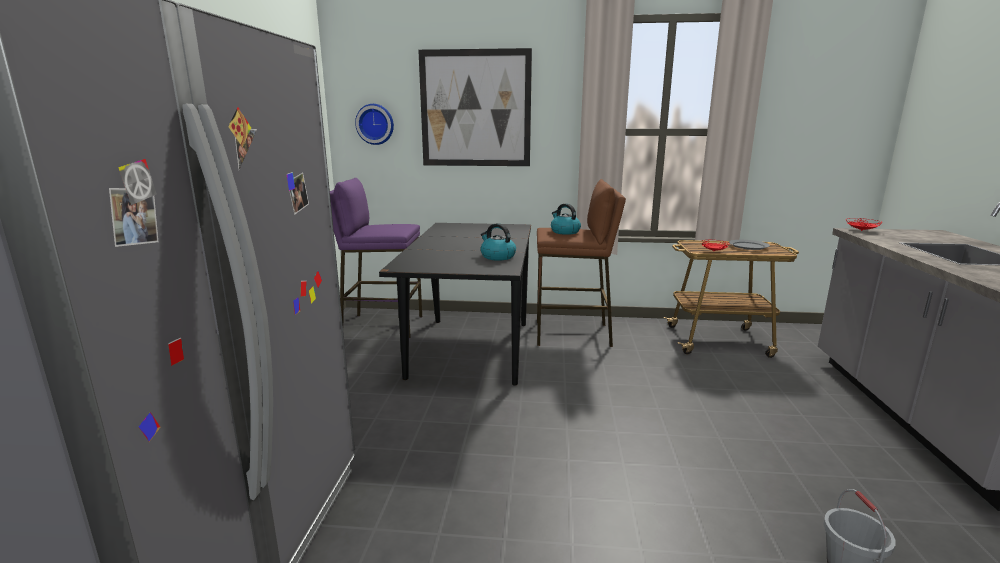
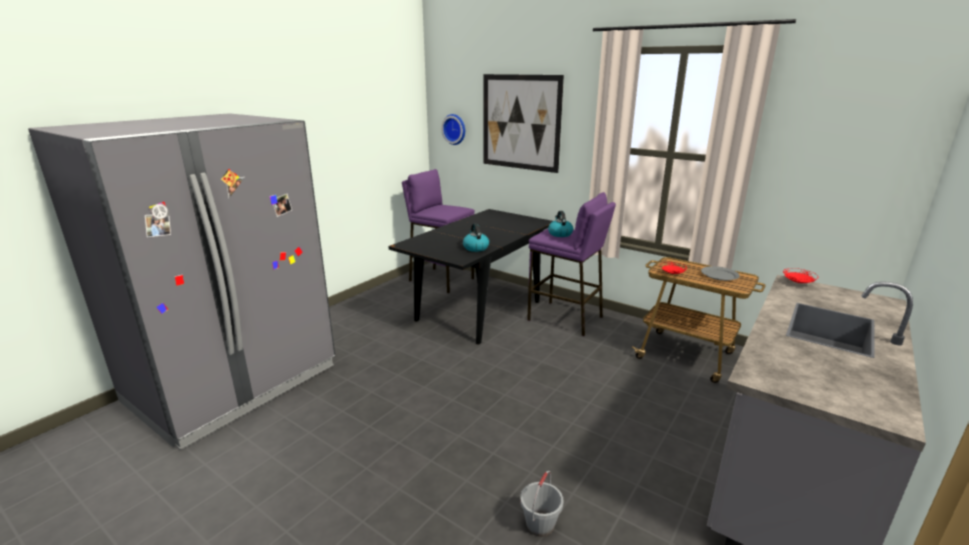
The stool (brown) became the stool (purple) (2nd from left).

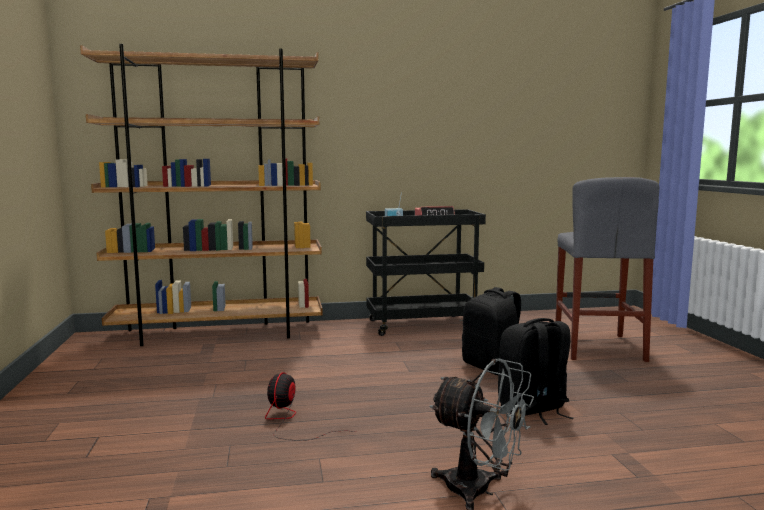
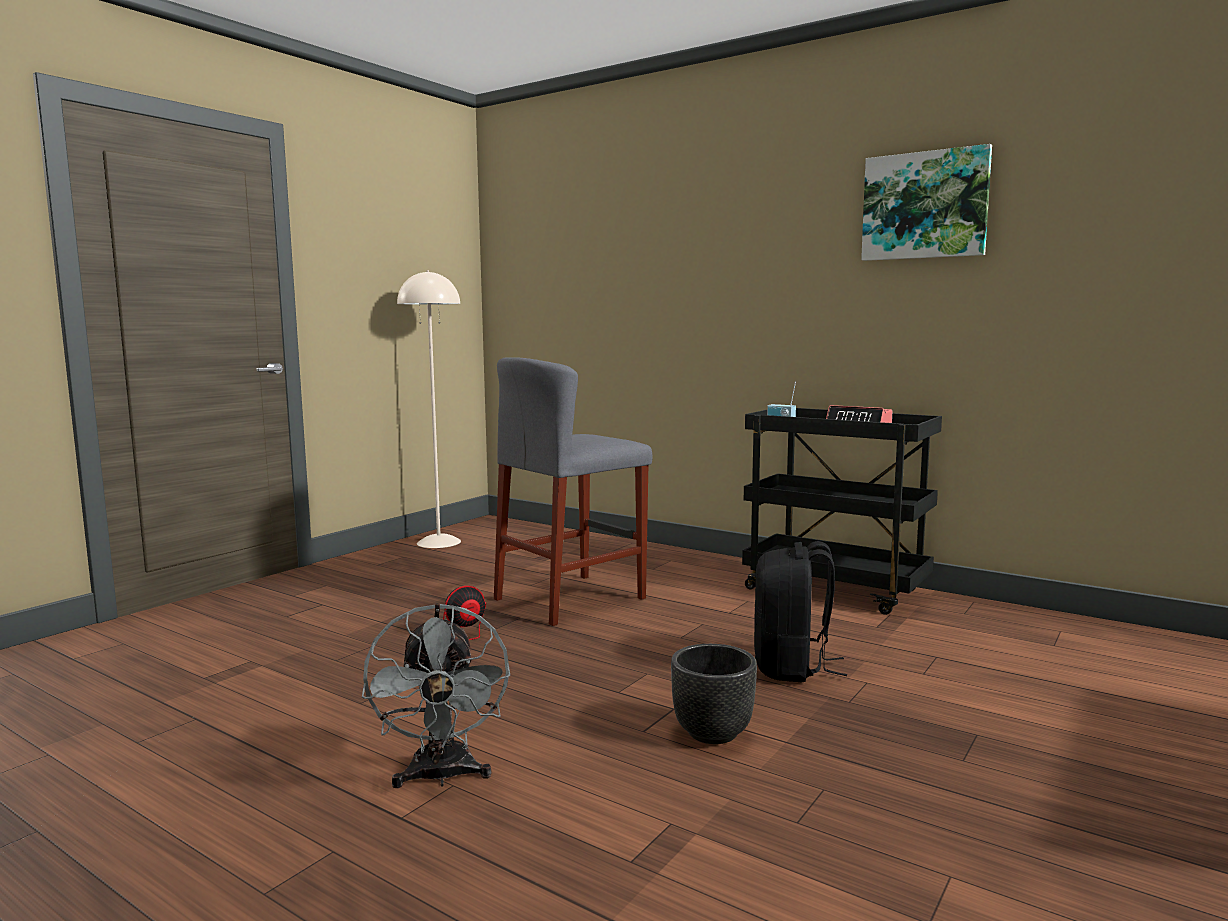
The bookcase (brown) disappeared. The backpack (black) (2nd from left) was replaced by the planter (black). The stool (grey) moved. The floor lamp (beige) appeared. The picture appeared.

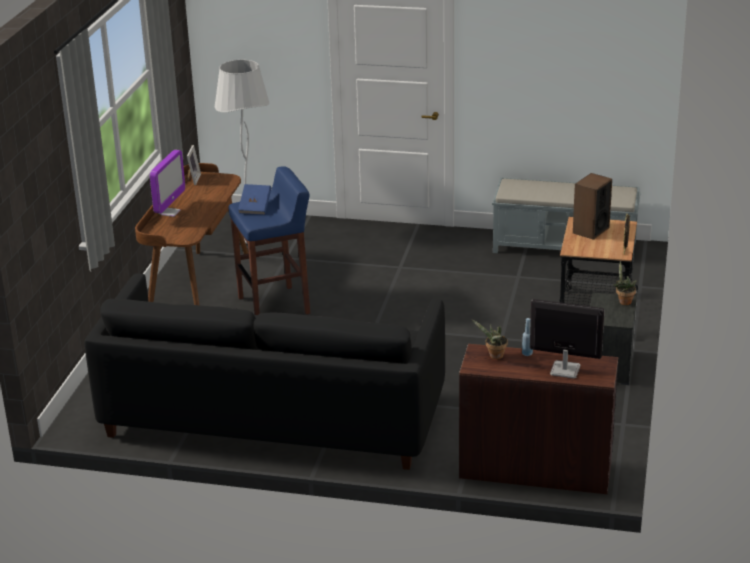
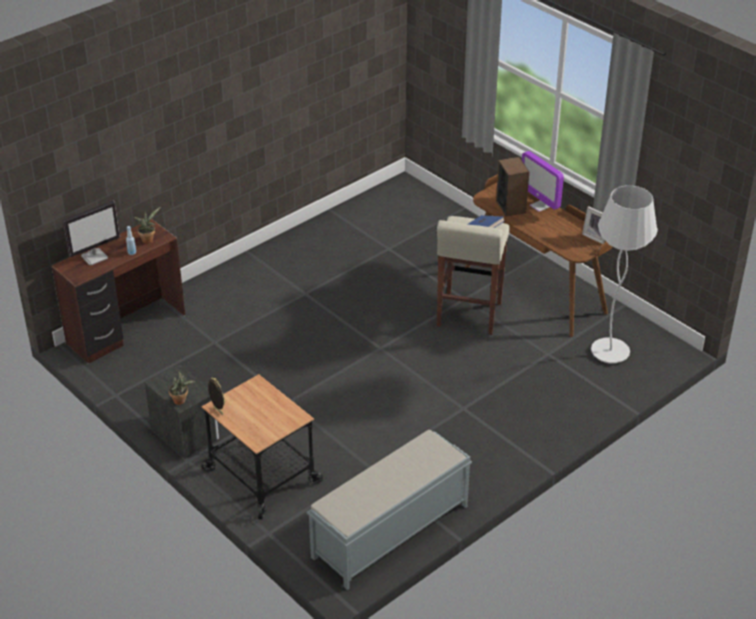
The sofa (black) disappeared. The stool (blue) became the stool (beige). The speaker moved.

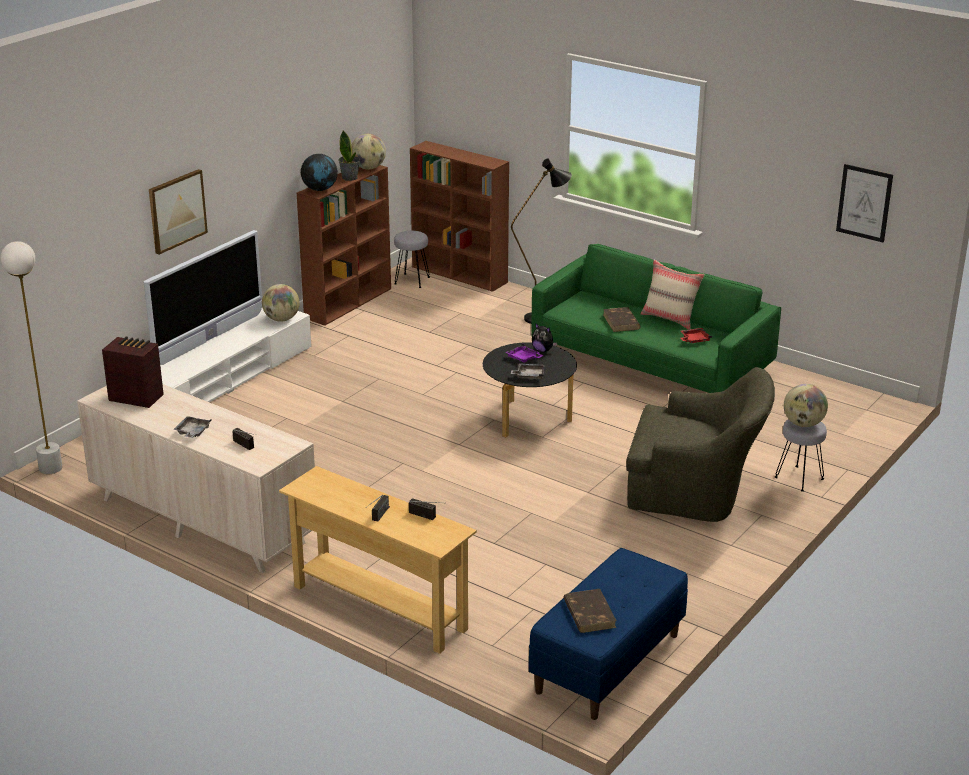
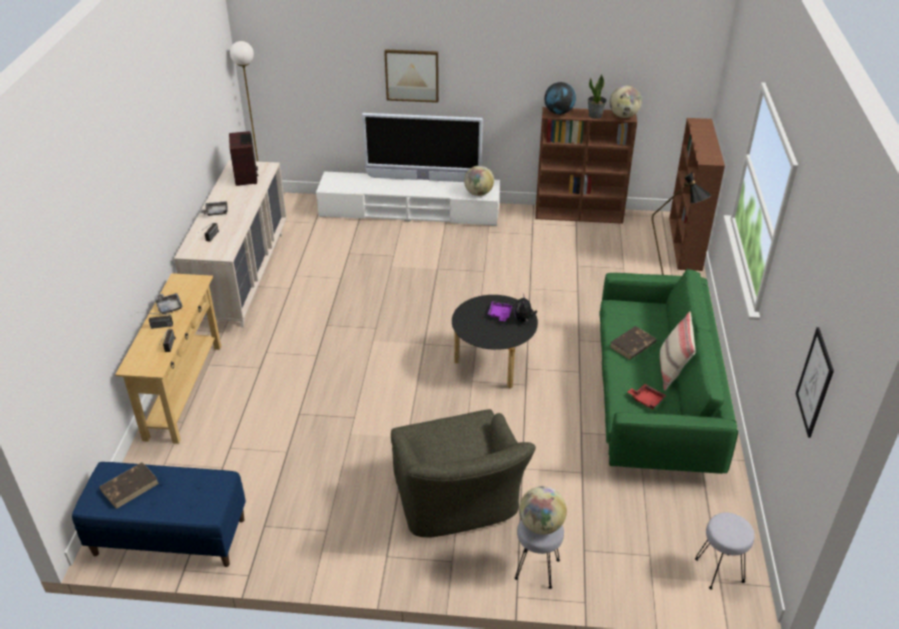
The stool (grey) (1st from left in the first image) moved. The tray (grey) (2nd from left in the first image) moved.

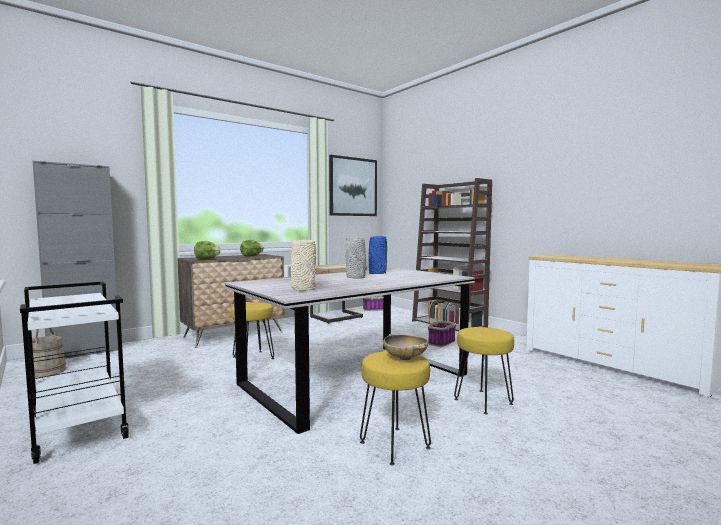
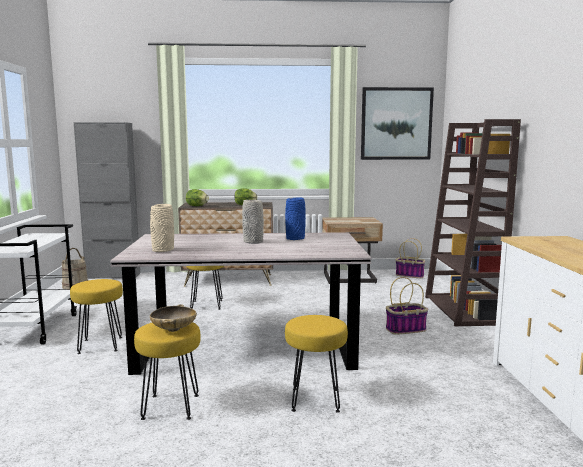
The stool (yellow) (1st from left) appeared.

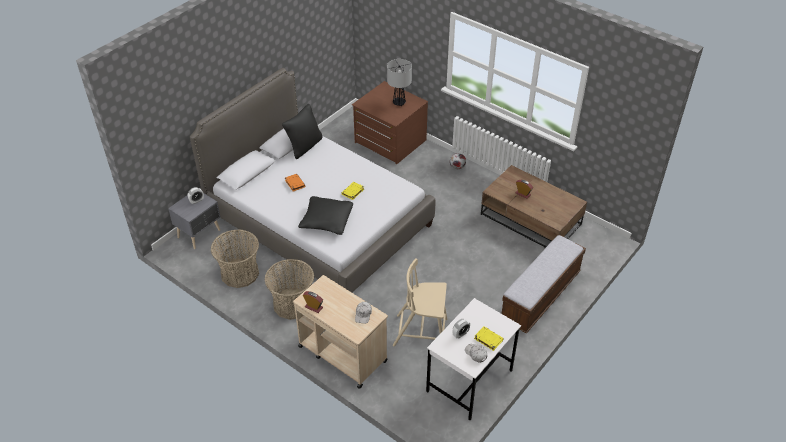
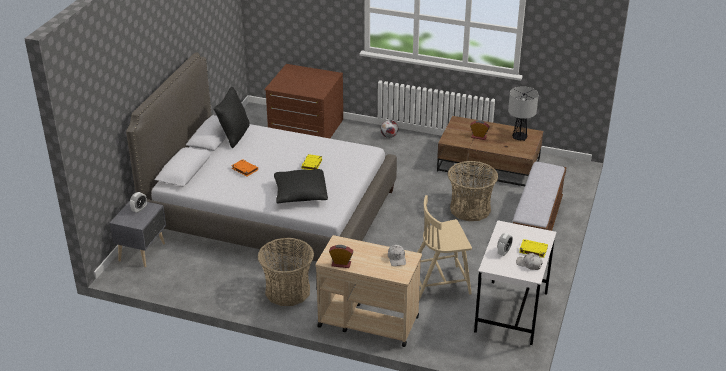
The basket (1st from left in the first image) moved. The table lamp moved.

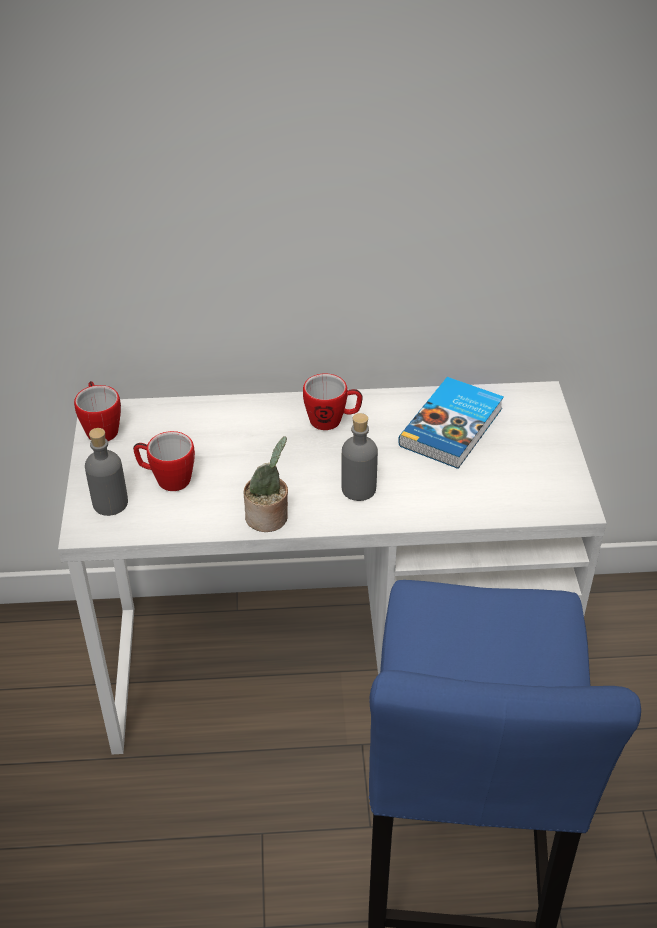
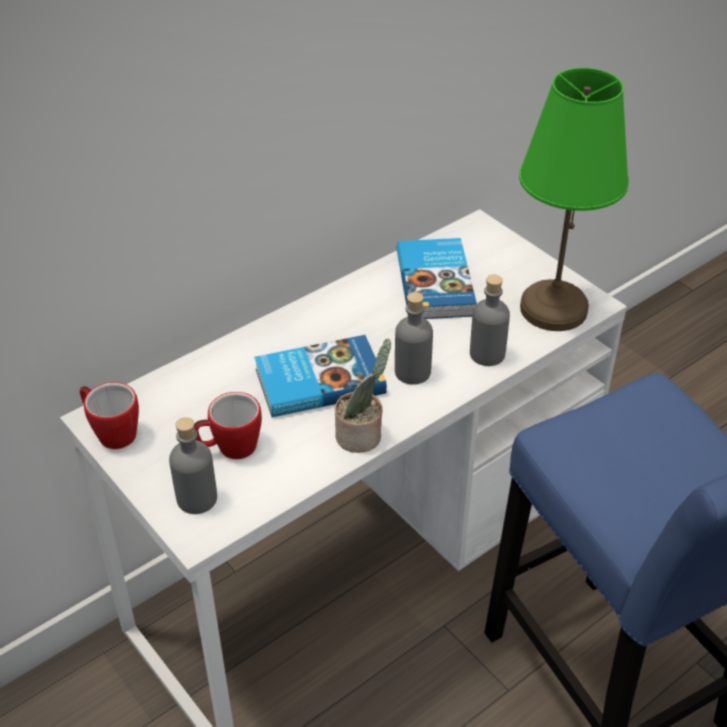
The mug (3rd from left) disappeared. The book (1st from left) appeared. The bottle (grey) (3rd from left) appeared. The table lamp (green) appeared.

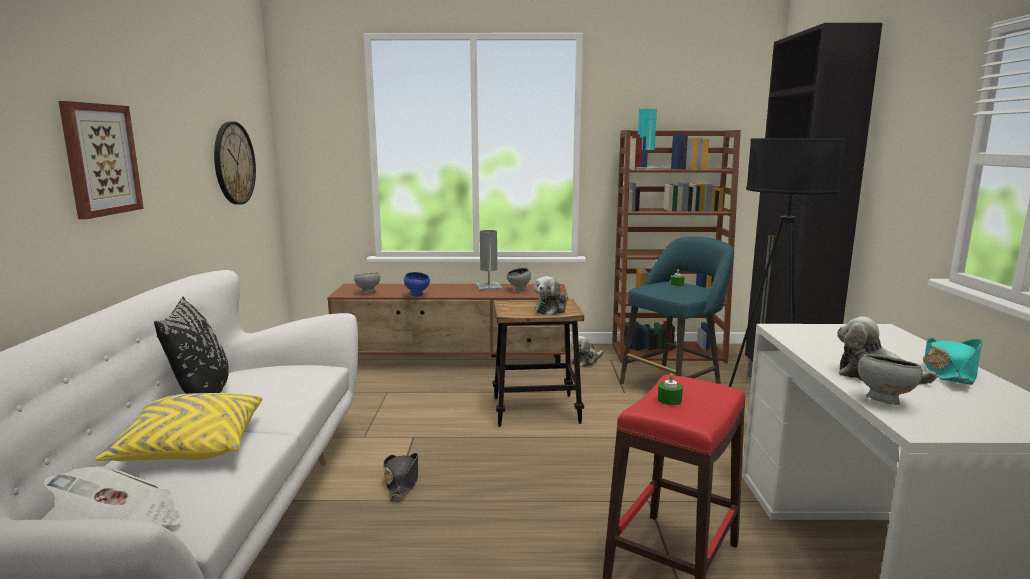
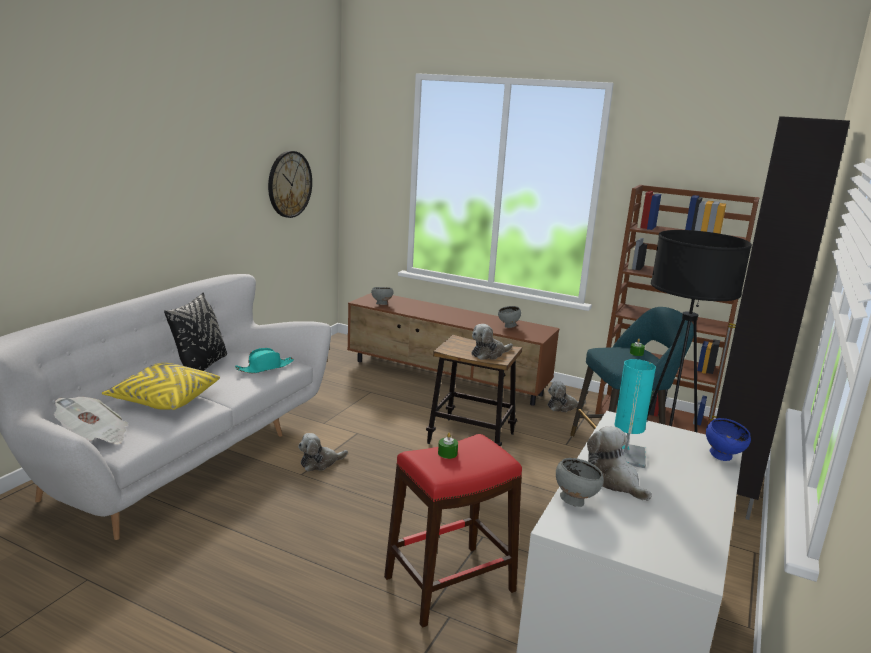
The picture disappeared. The hat (black) was replaced by the plush toy (1st from left). The bowl (blue) moved. The table lamp (grey) disappeared. The table lamp (turquoise) moved. The hat (turquoise) moved.

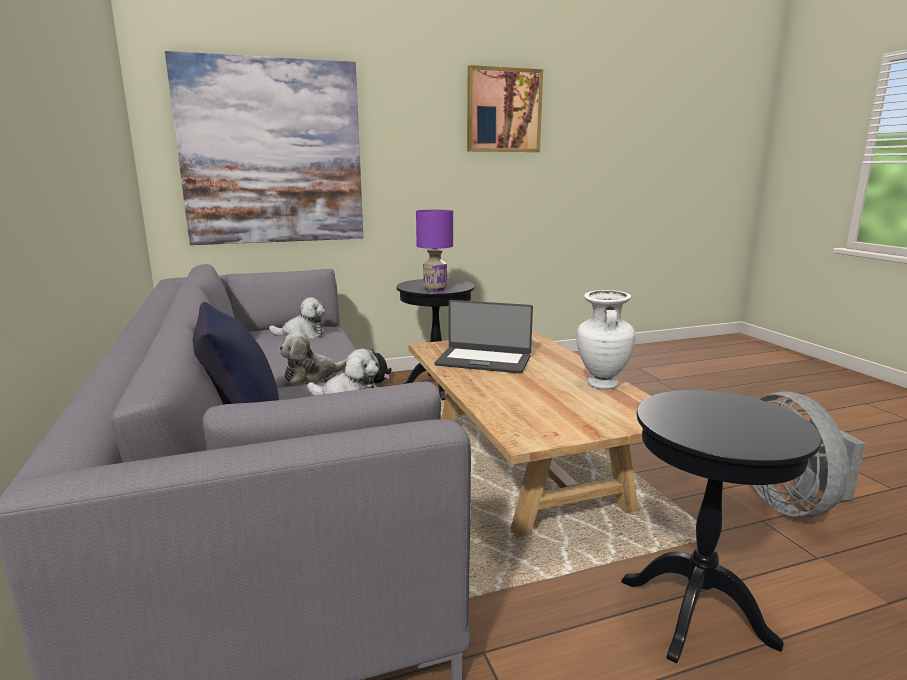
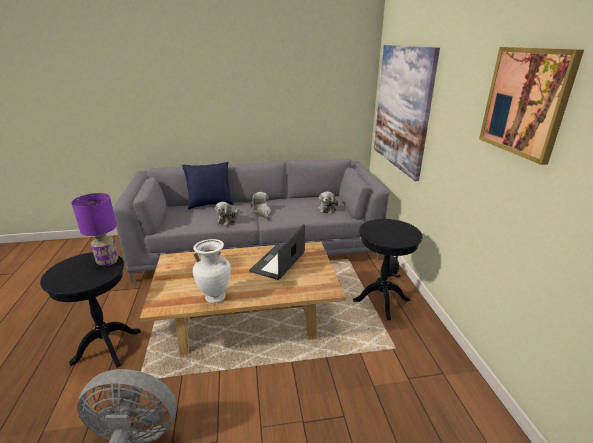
The table lamp (purple) moved.

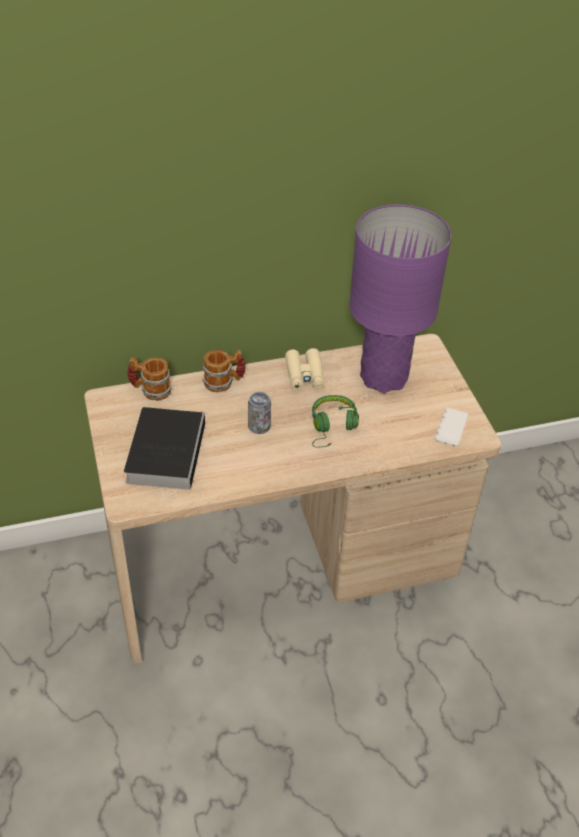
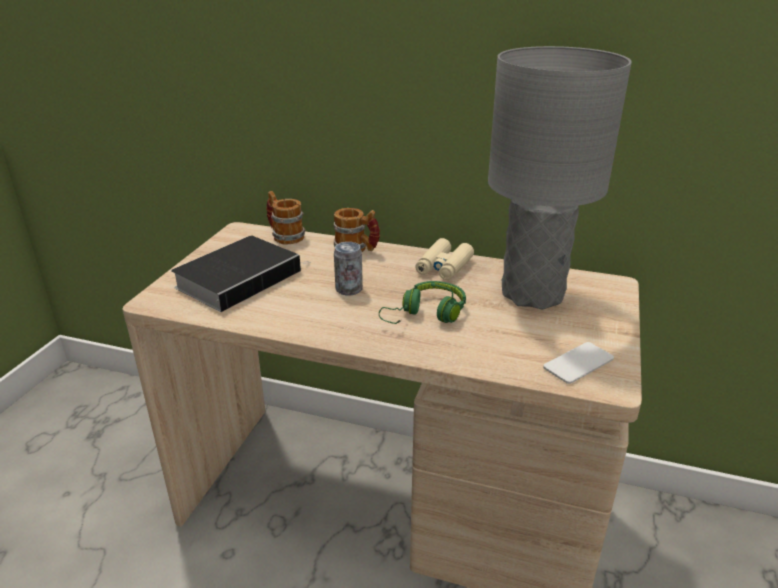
The table lamp (purple) became the table lamp (grey).

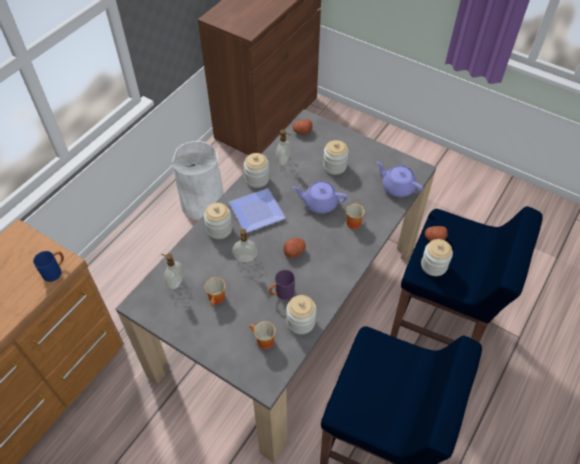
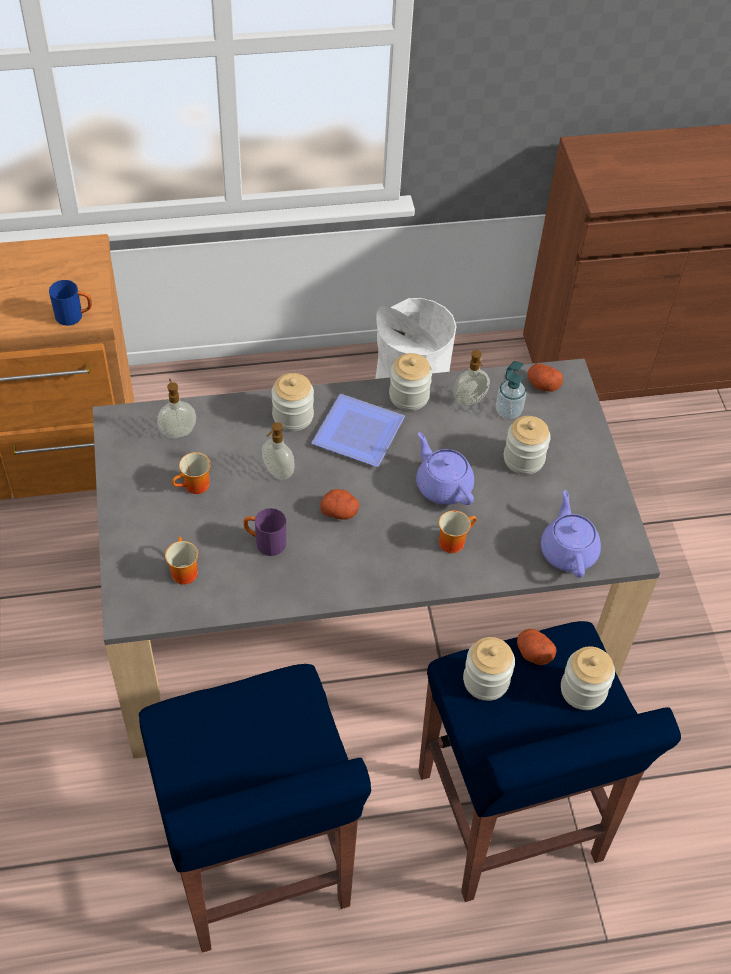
The jar (3rd from left in the first image) moved. The soap dispenser (4th from left) appeared.

